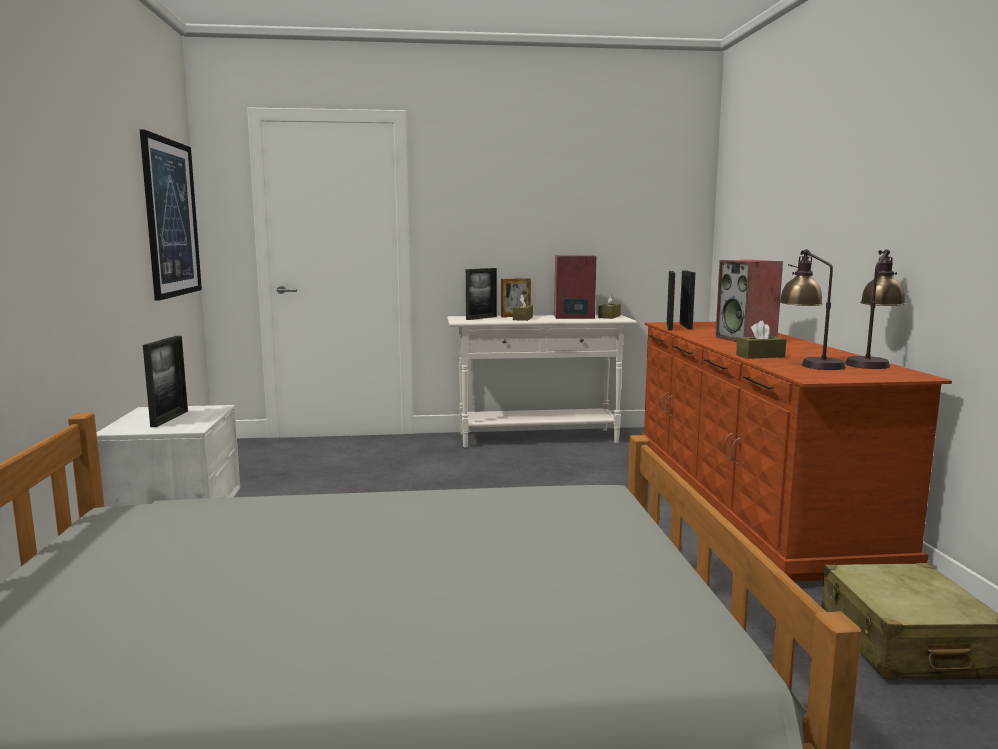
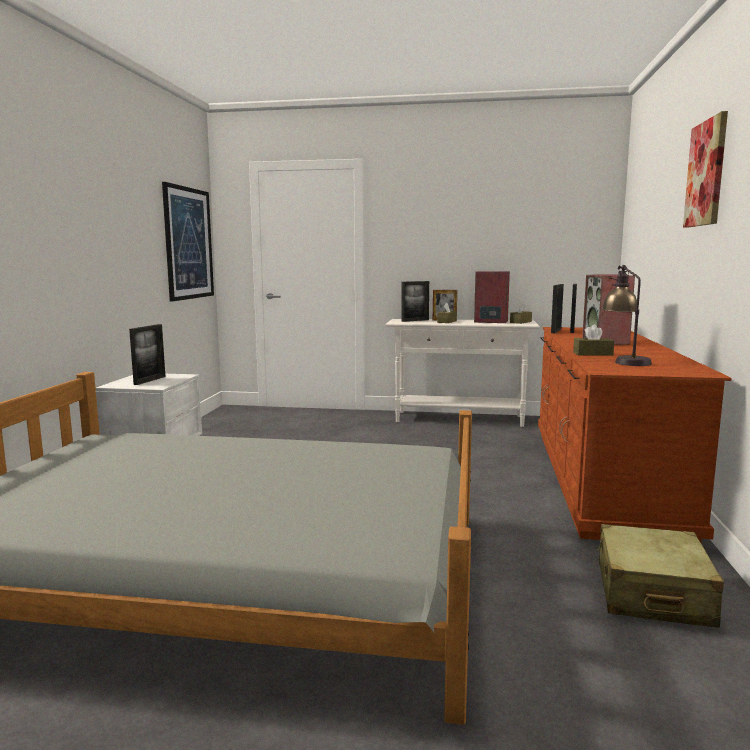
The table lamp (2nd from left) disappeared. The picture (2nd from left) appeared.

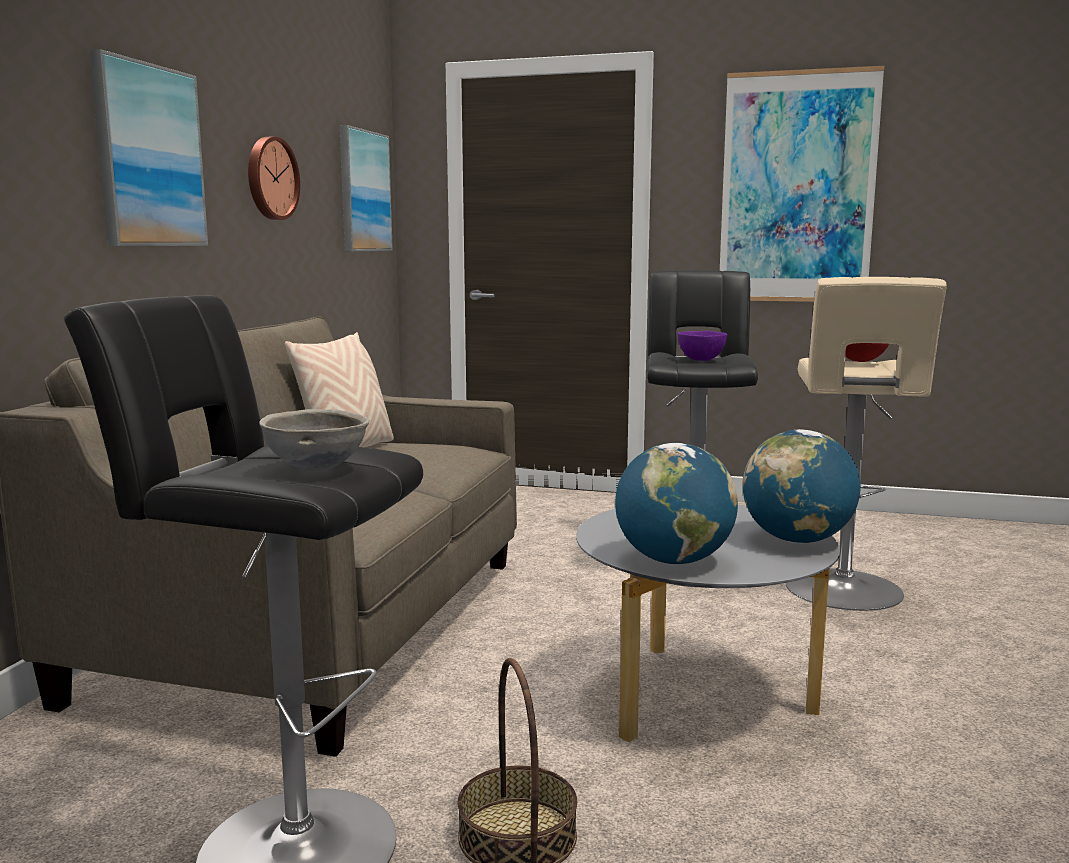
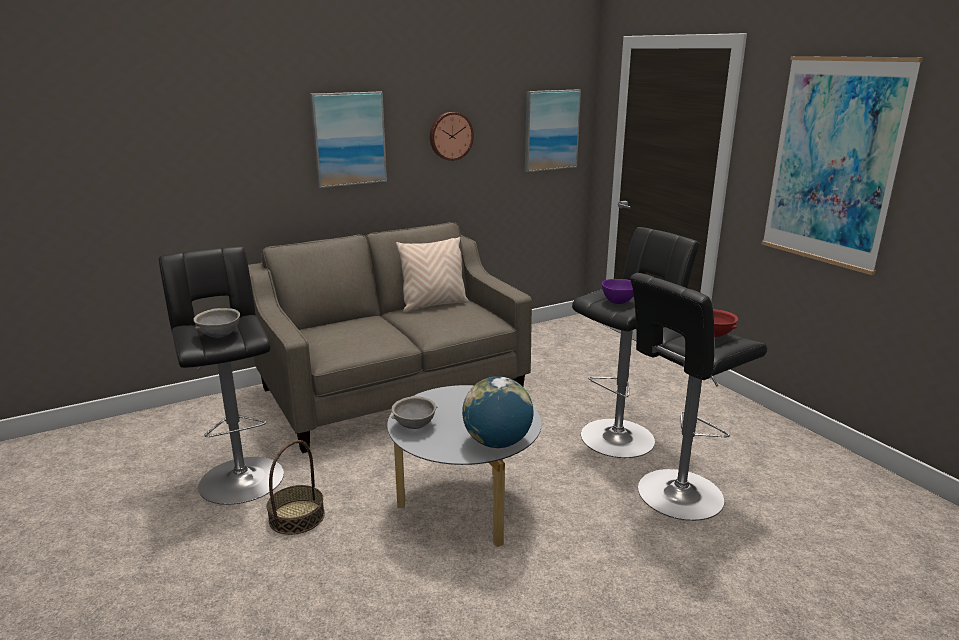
The globe (1st from left) was replaced by the bowl (grey) (2nd from left). The stool (beige) became the stool (black) (3rd from left).

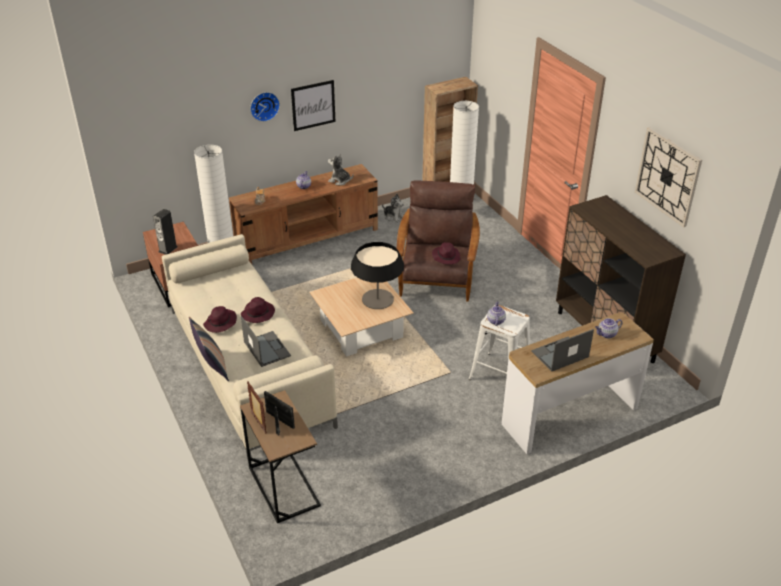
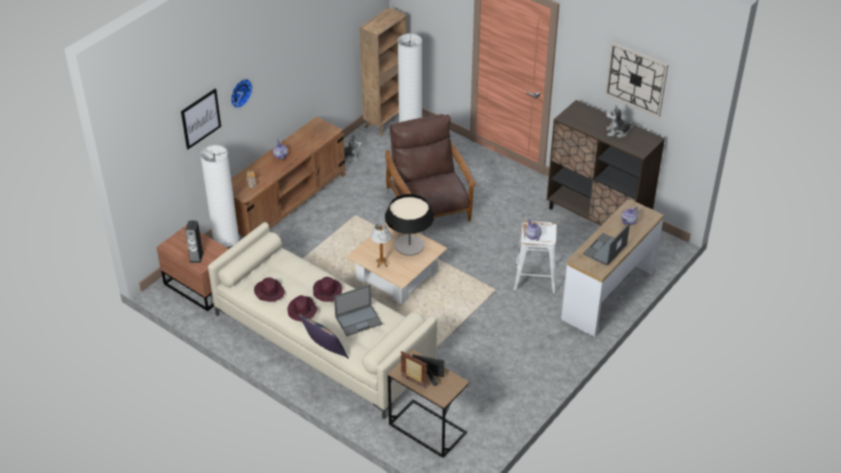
The laptop (1st from left) turned 120 degrees clockwise. The picture moved. The plush toy (1st from left in the first image) moved. The hat (purple) (3rd from left in the first image) moved. The table lamp (1st from left) appeared.

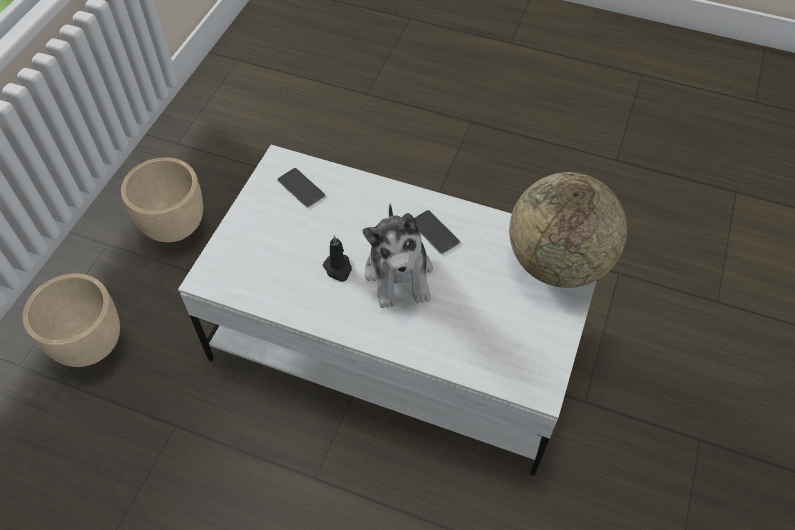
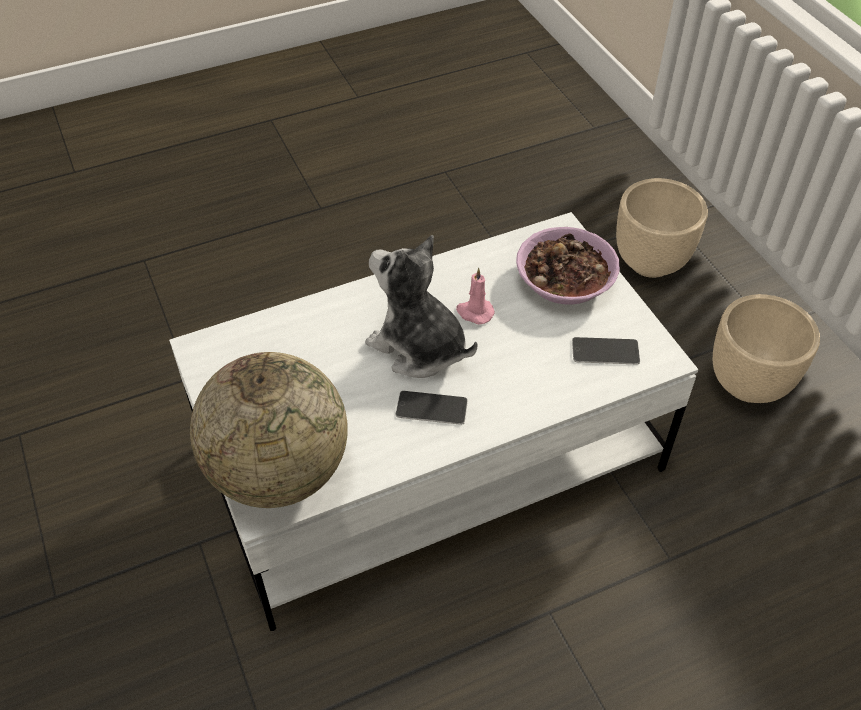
The candle (black) became the candle (pink). The bowl appeared.

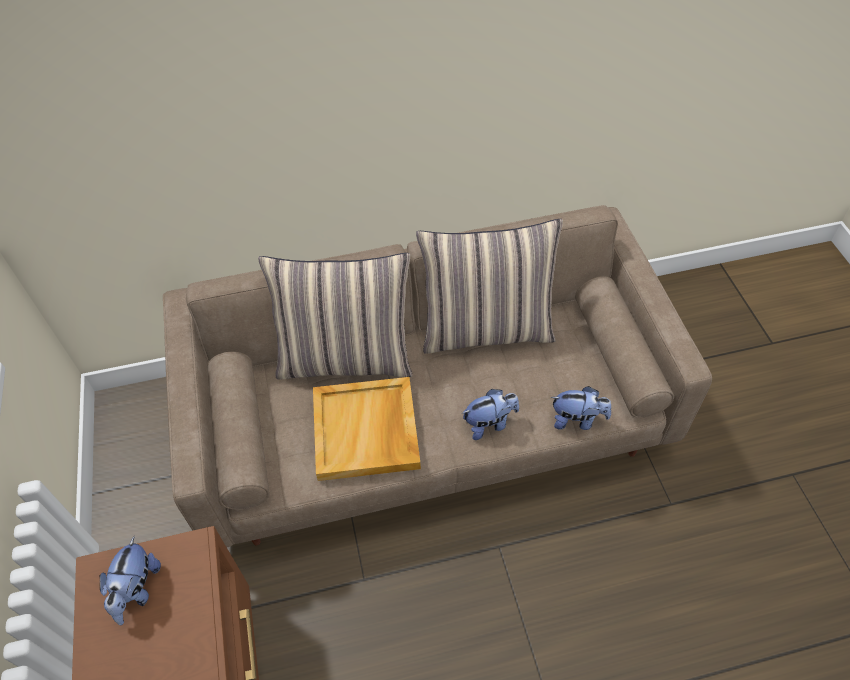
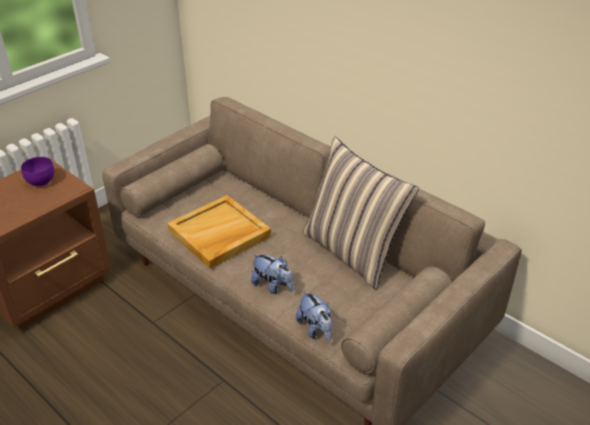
The plush toy (1st from left) was replaced by the bowl (purple). The pillow (1st from left) disappeared.

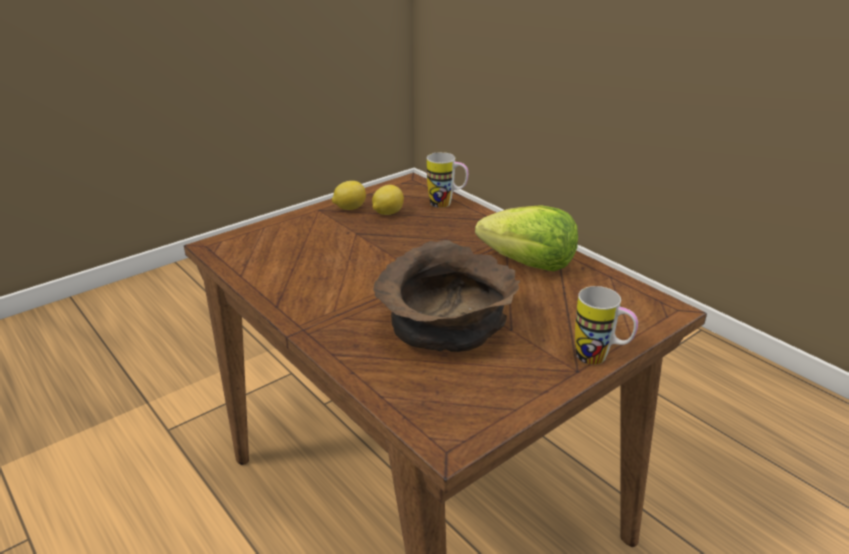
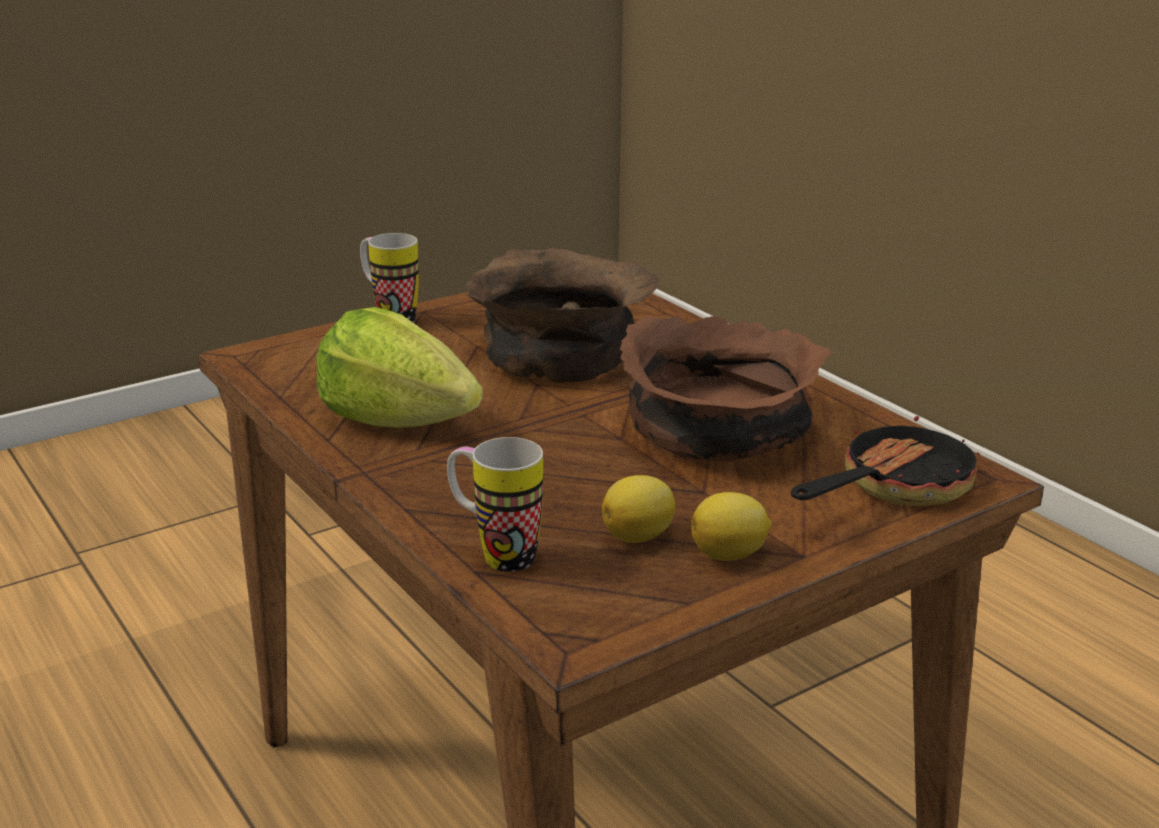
The bowl (brown) (2nd from left) appeared. The frying pan appeared.

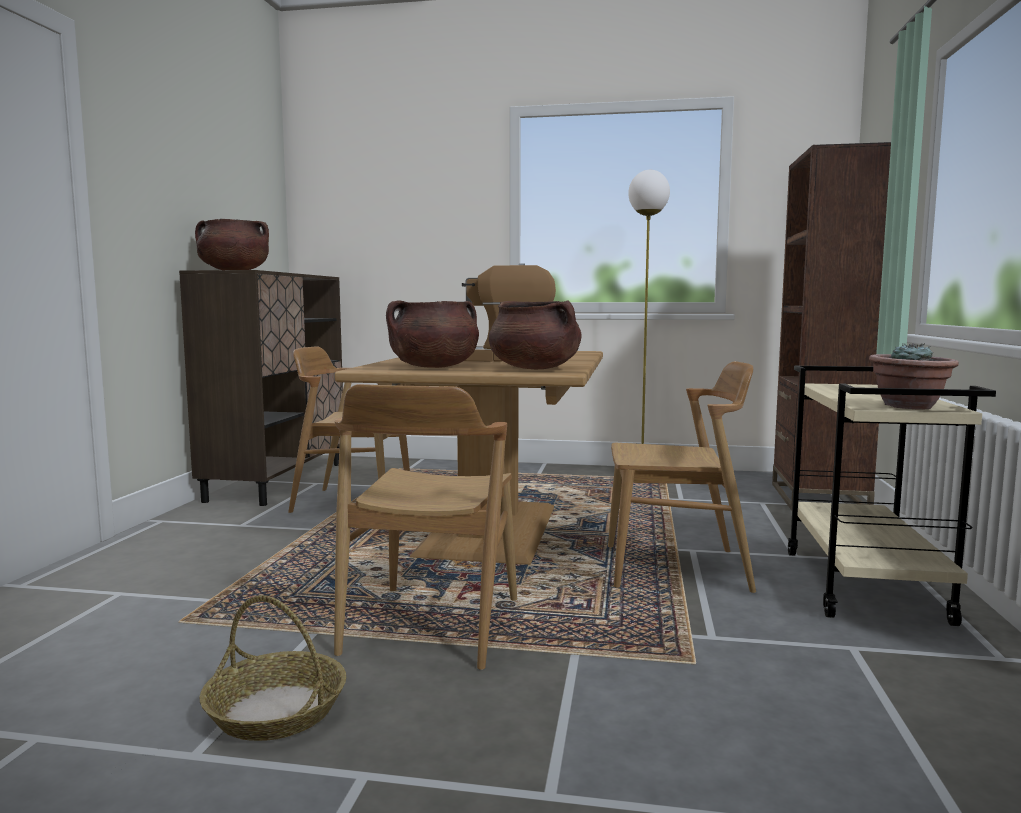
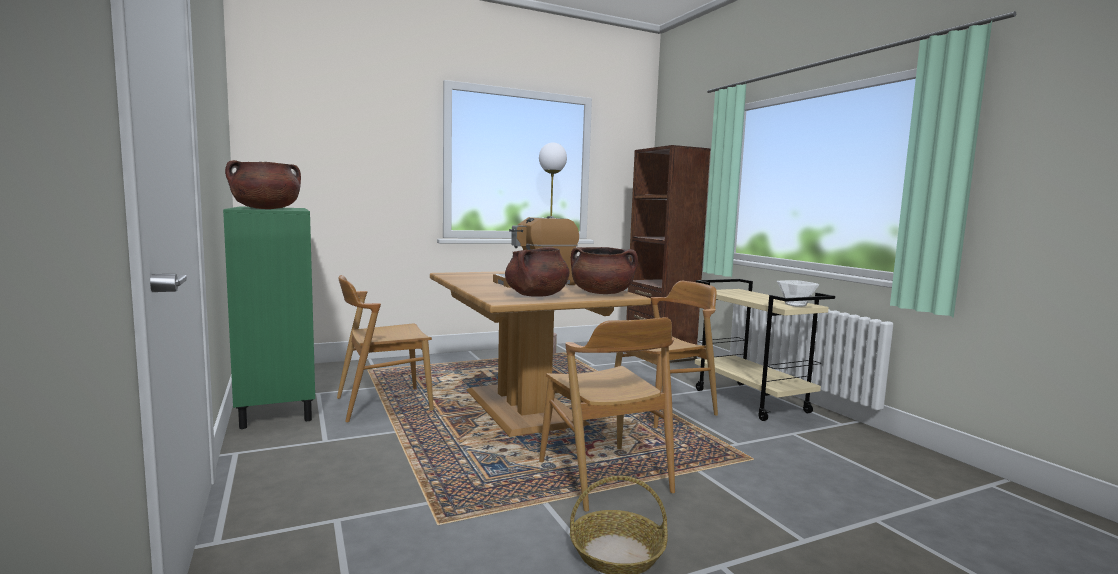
The cabinet (brown) became the cabinet (green). The potted plant was replaced by the bowl.

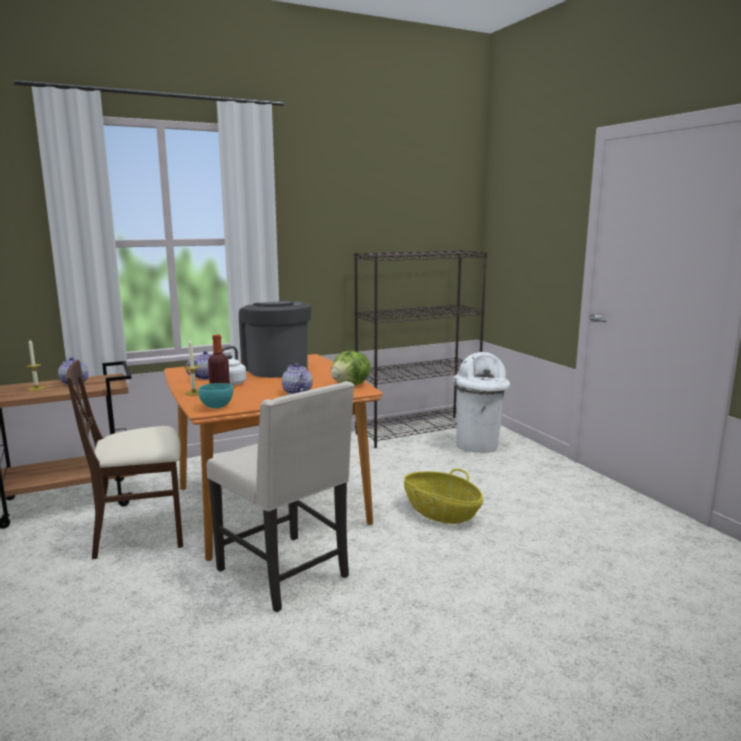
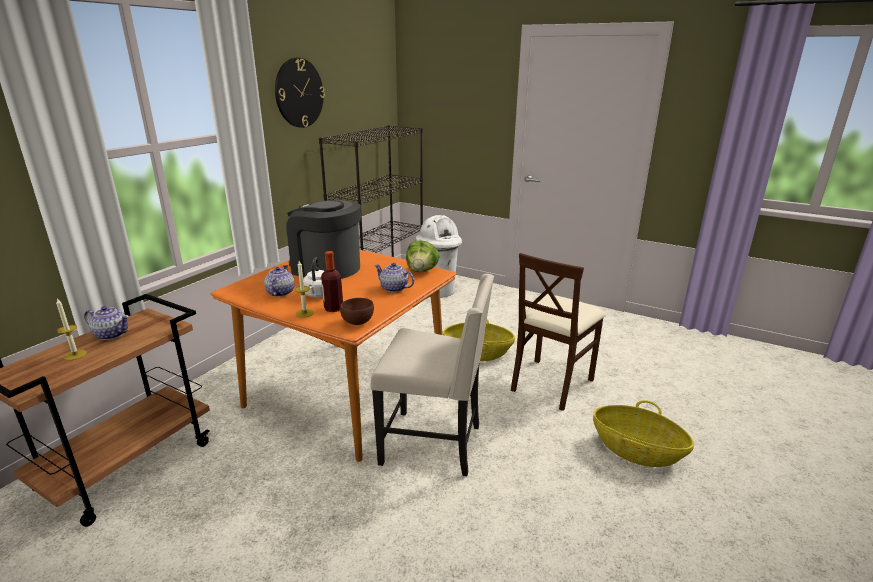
The chair (beige) (1st from left in the first image) moved. The bowl (turquoise) became the bowl (brown). The wall clock appeared. The basket (2nd from left) appeared.

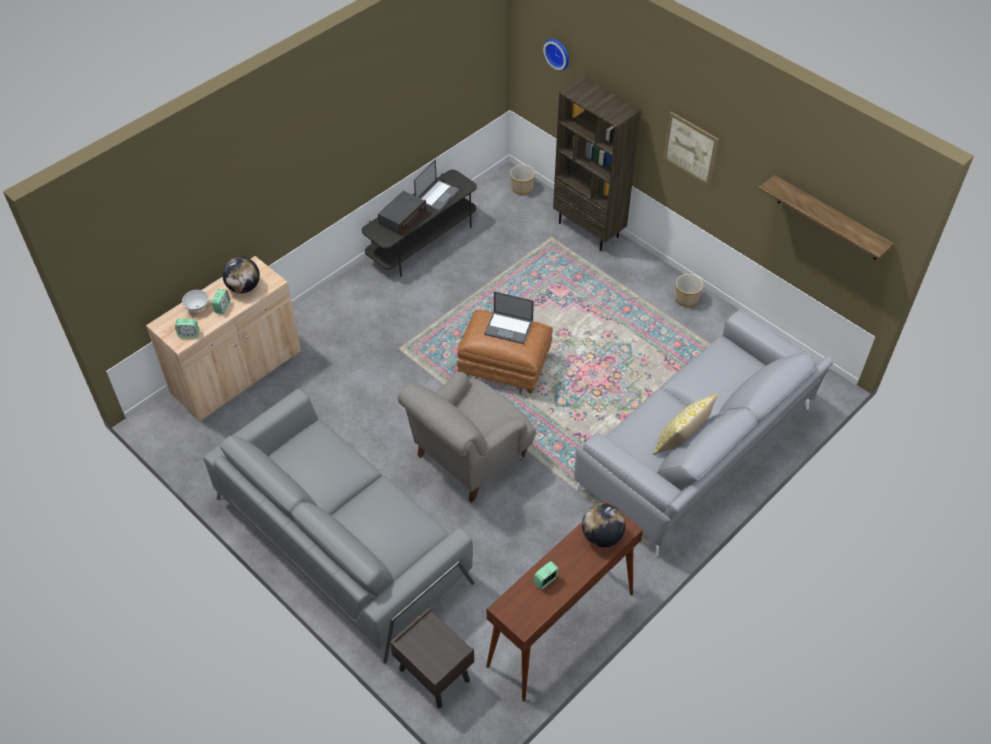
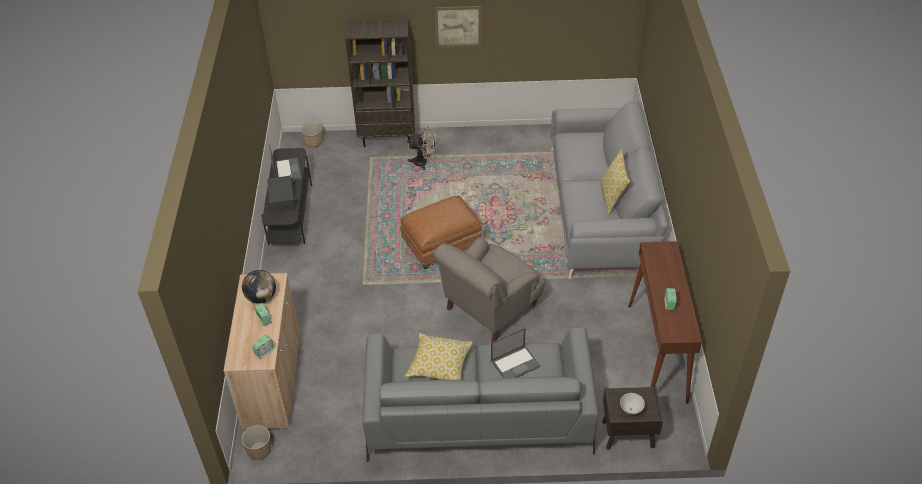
The bowl (white) moved. The armchair (grey) turned 45 degrees clockwise. The laptop (2nd from left) moved. The wall clock disappeared. The globe (2nd from left) disappeared. The planter (2nd from left in the first image) moved. The shelf disappeared. The pillow (1st from left) appeared. The fan (beige) appeared.

